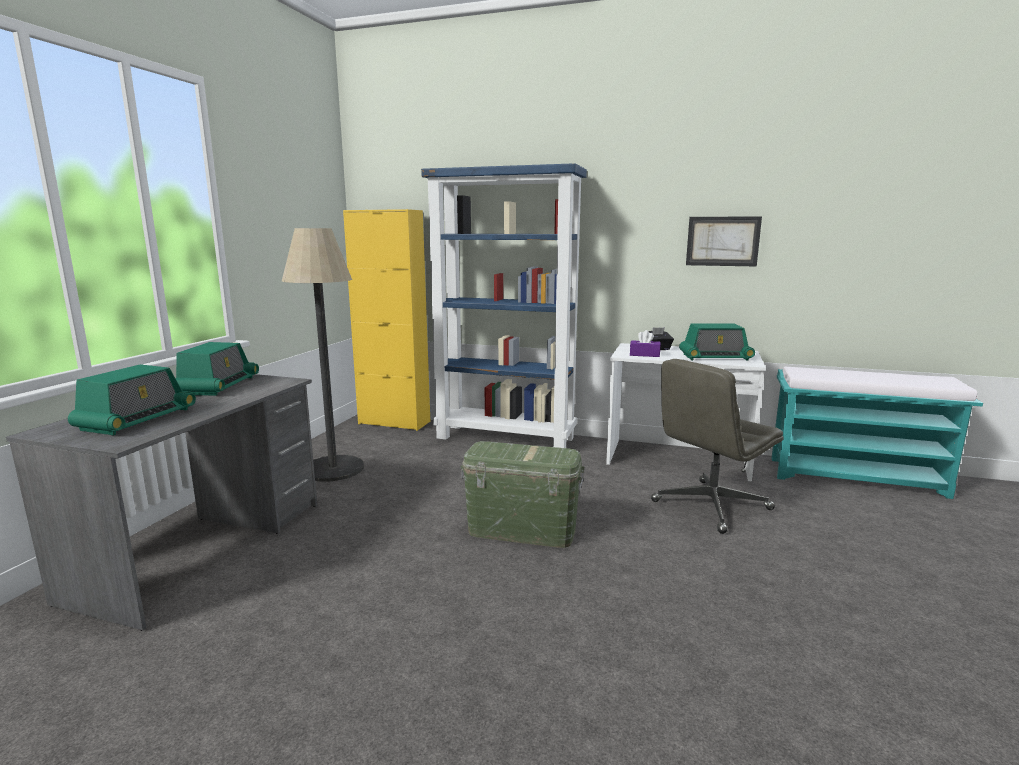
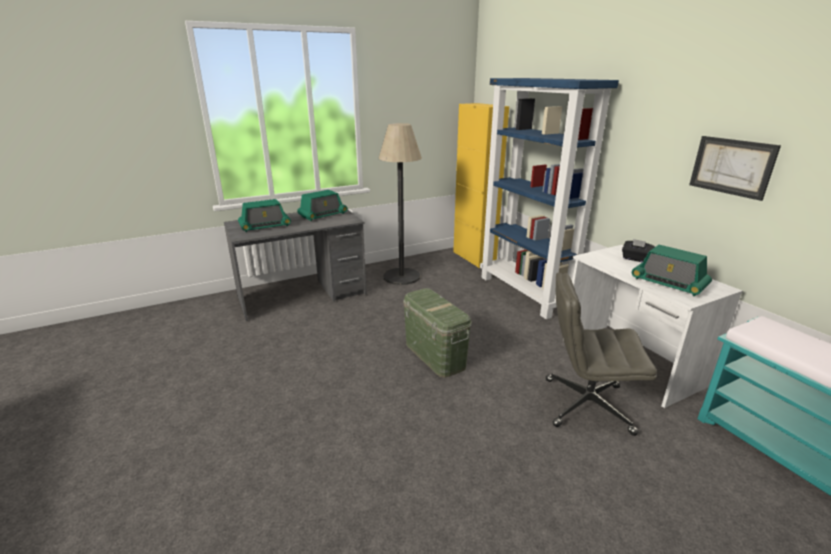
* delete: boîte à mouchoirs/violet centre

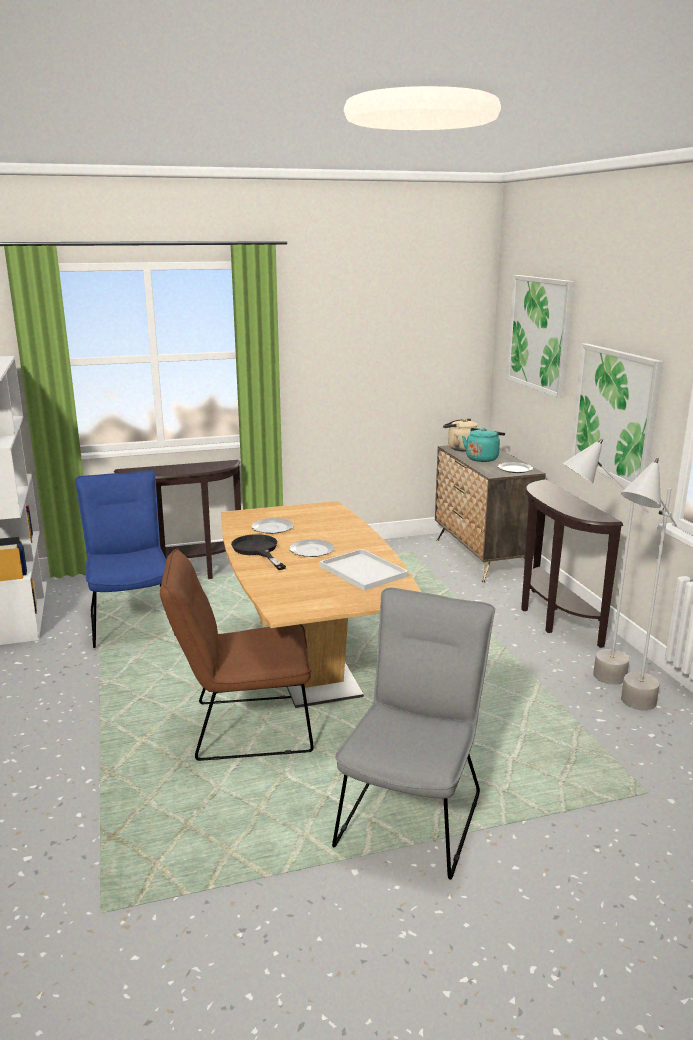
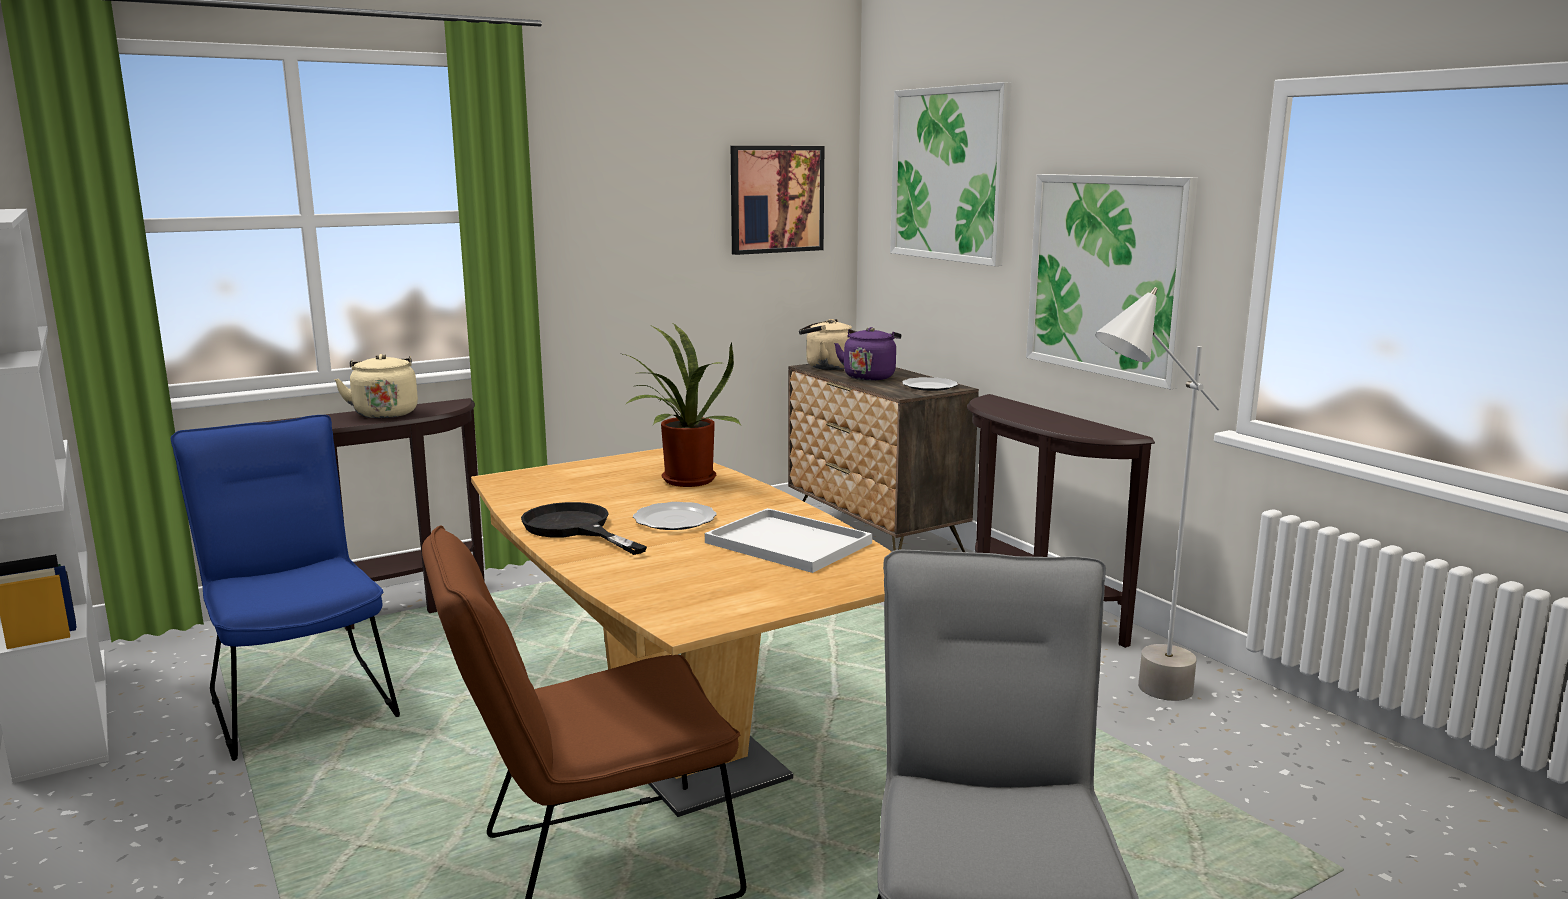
* delete: assiette (1st from left) centre
* delete: lampadaire/gris (2nd from left) middle right
* insert: bouilloire/beige (1st from left) middle left
* insert: plante en pot centre
* insert: tableau (1st from left) top centre
* recolor: bouilloire/turquoise middle right to bouilloire/violet centre

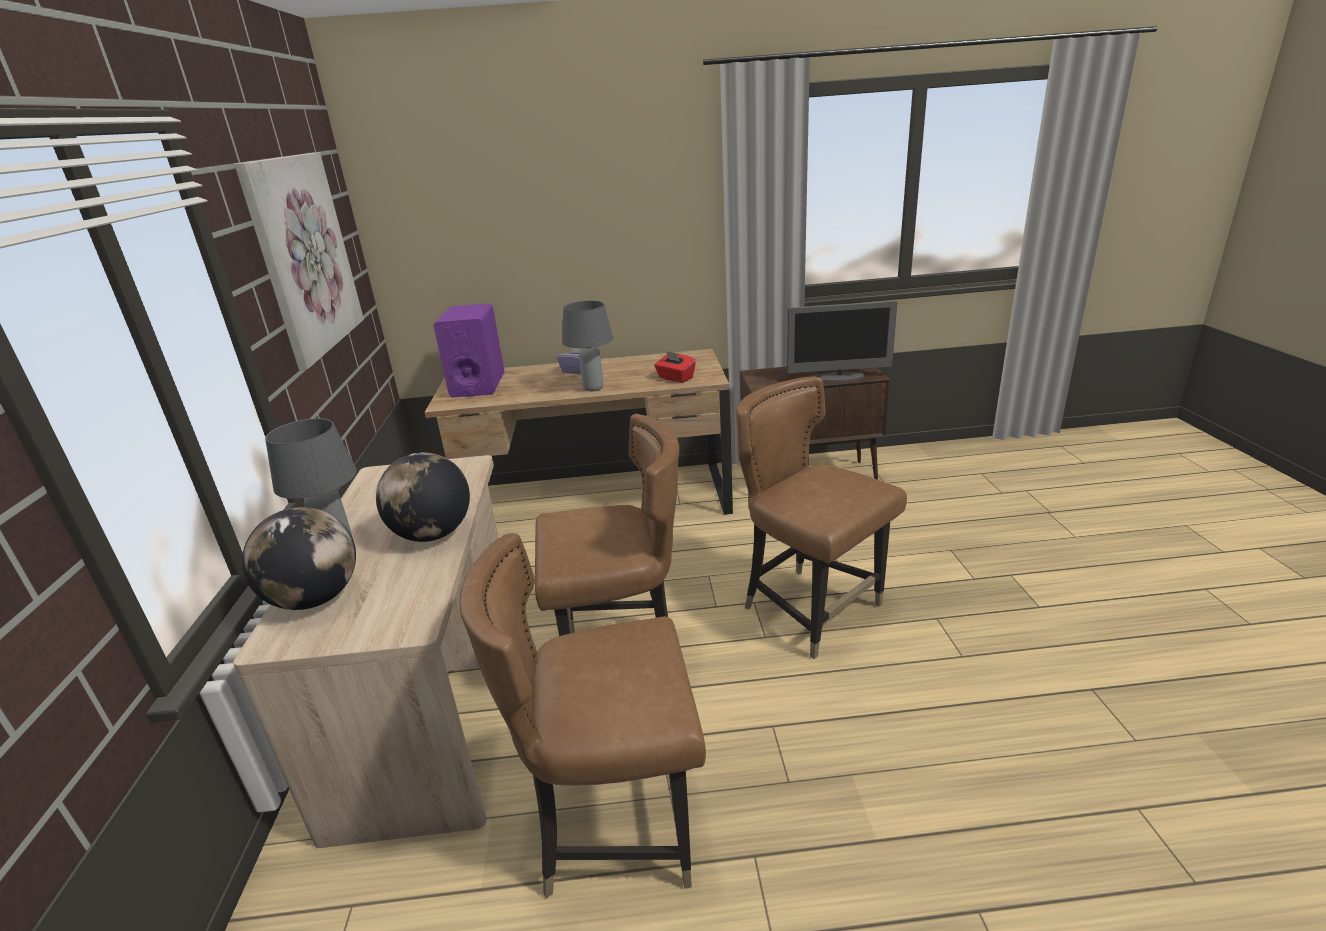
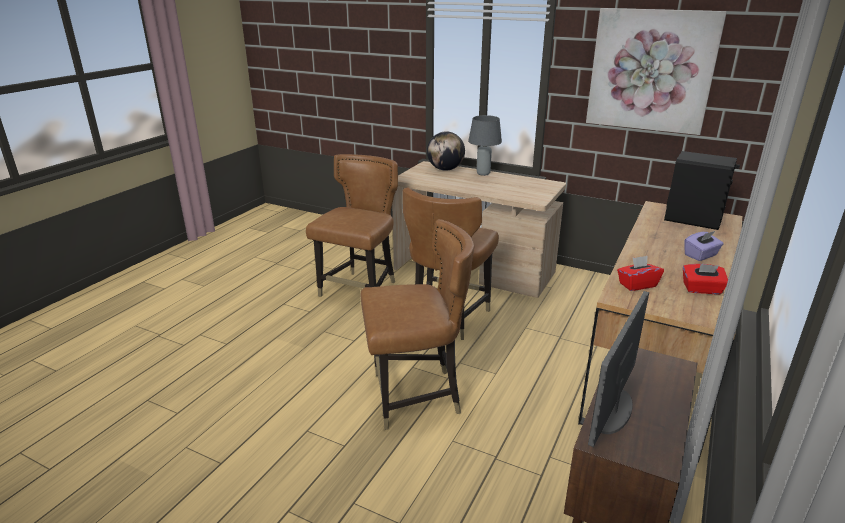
* delete: globe (2nd from left) middle left
* delete: lampe de table/gris (2nd from left) centre
* insert: boîte à mouchoirs/rouge (2nd from left) middle right
* recolor: enceinte/violet centre to enceinte/noir middle right

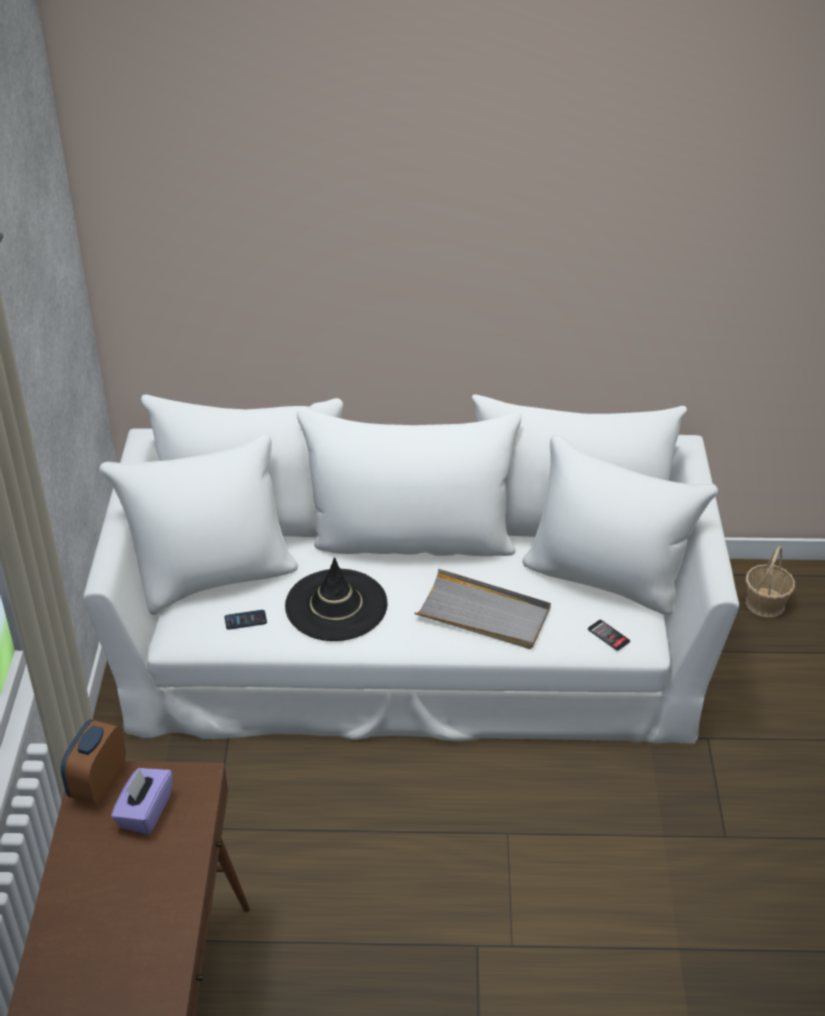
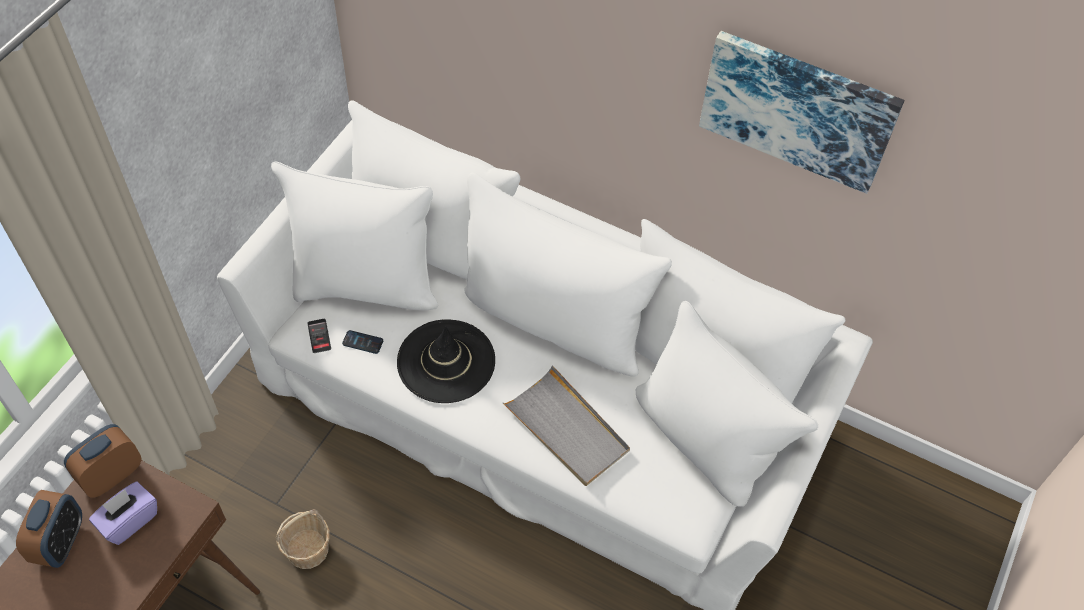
* insert: réveil (1st from left) bottom left
* insert: tableau top right
* move: téléphone (2nd from left in the first image) middle right to téléphone (1st from left) middle left
* move: panier middle right to bottom left

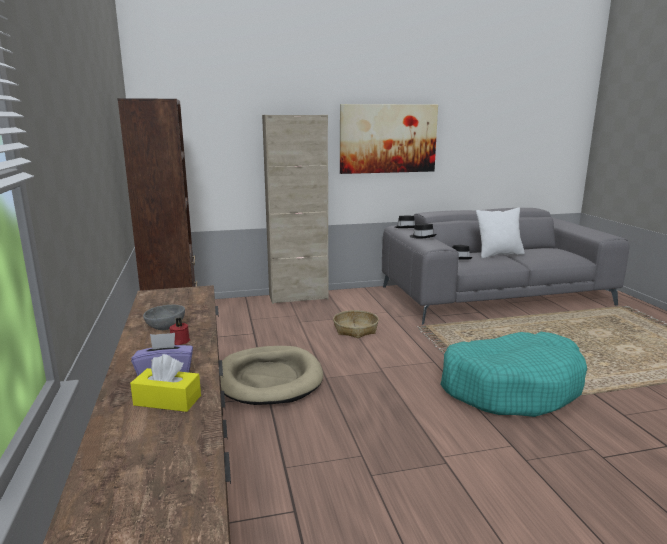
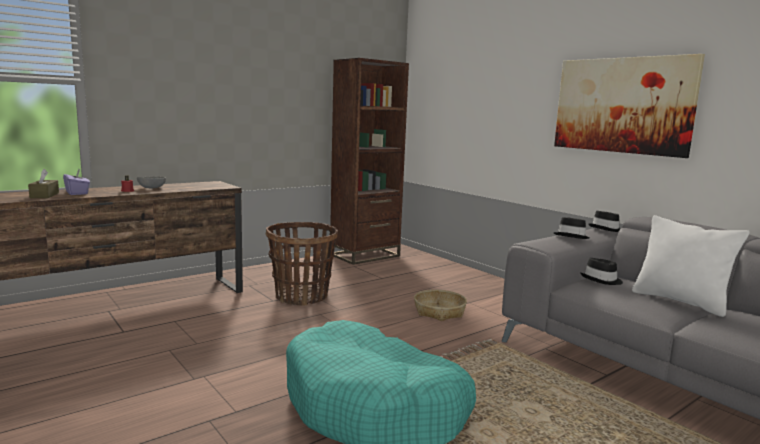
* delete: meuble de rangement/beige centre
* replace: panier pour chien/beige bottom centre to panier (1st from left) centre
* recolor: boîte à mouchoirs/jaune bottom left to boîte à mouchoirs/marron middle left

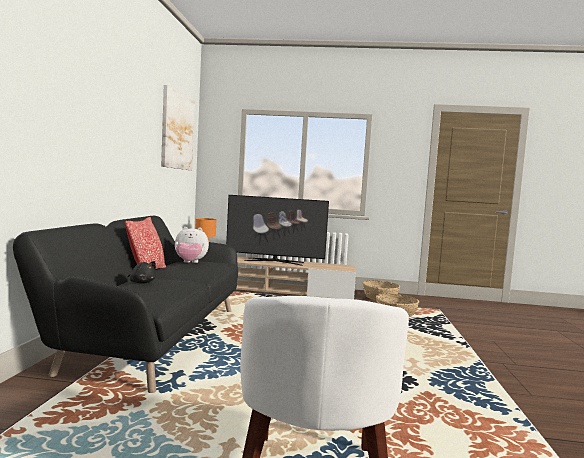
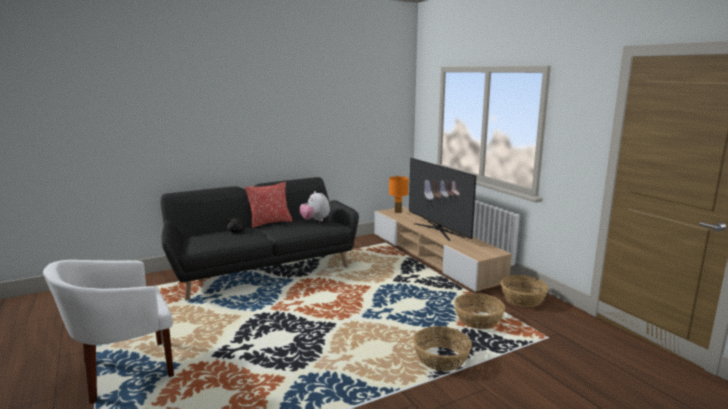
* delete: tableau top left
* insert: panier (1st from left) bottom centre

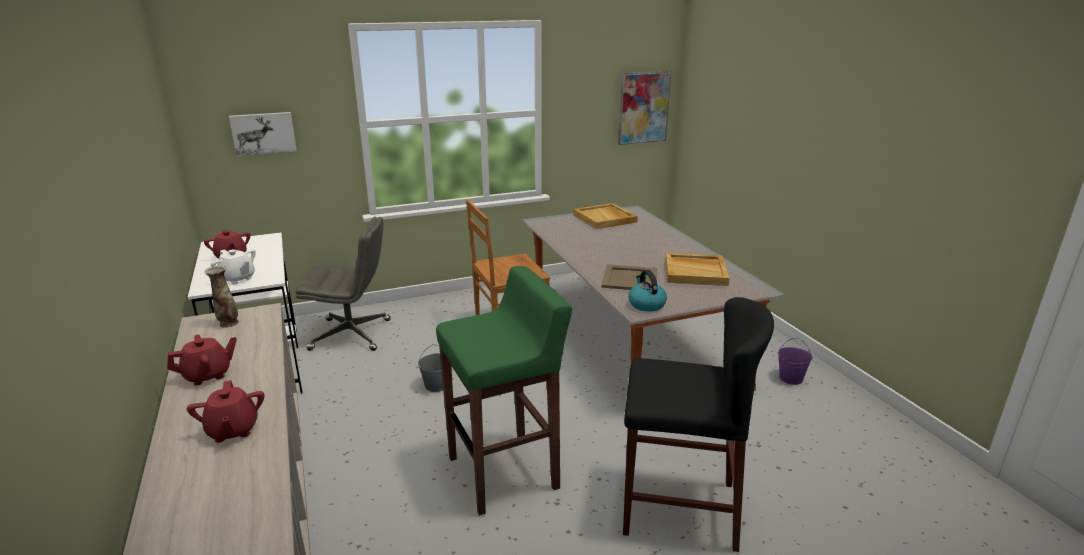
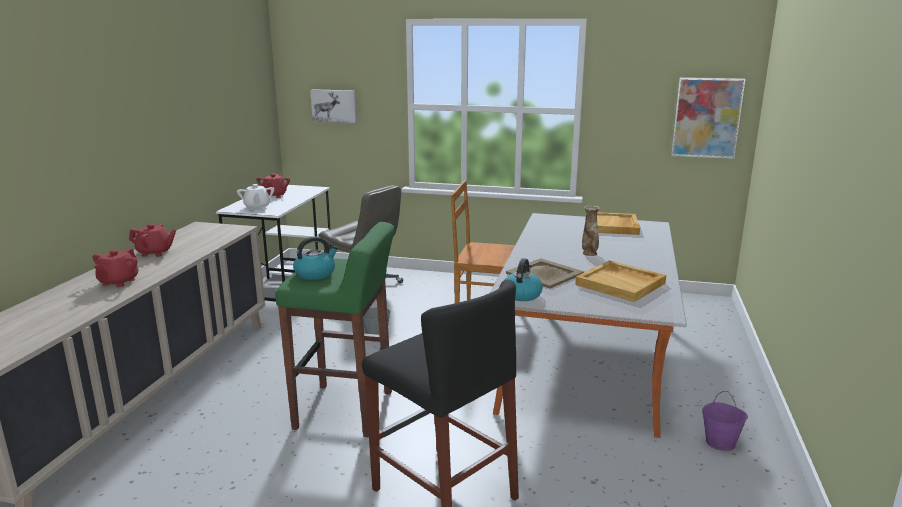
* insert: bouilloire (1st from left) centre
* move: vase middle left to centre

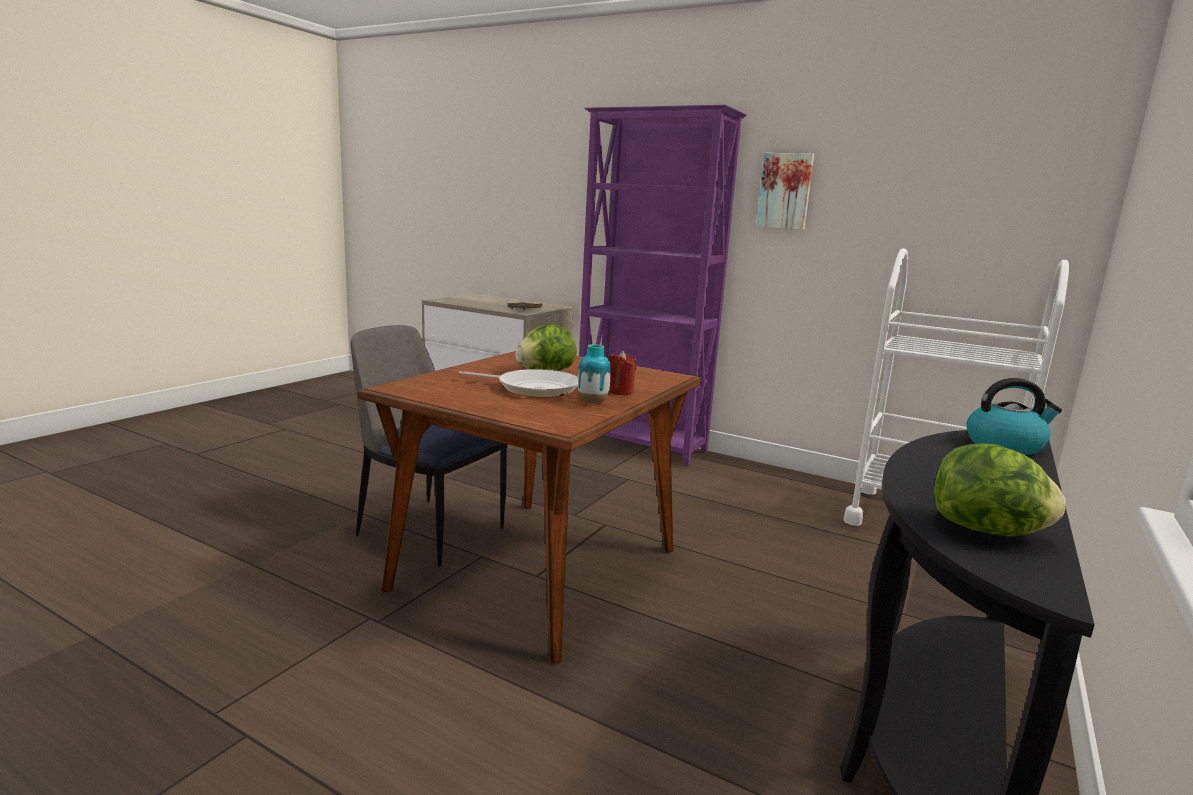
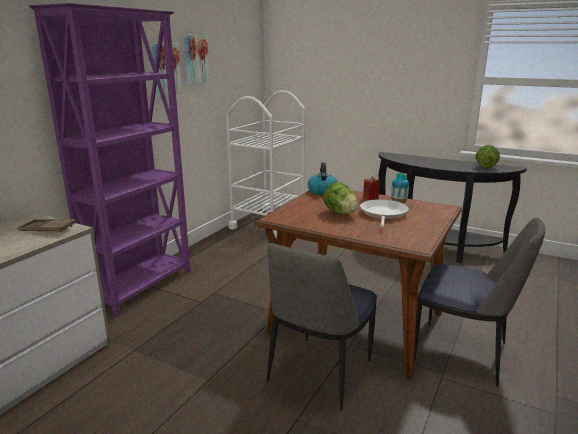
* insert: tableau (2nd from left) top centre
* insert: chaise (2nd from left) bottom right
* move: bouilloire middle right to centre

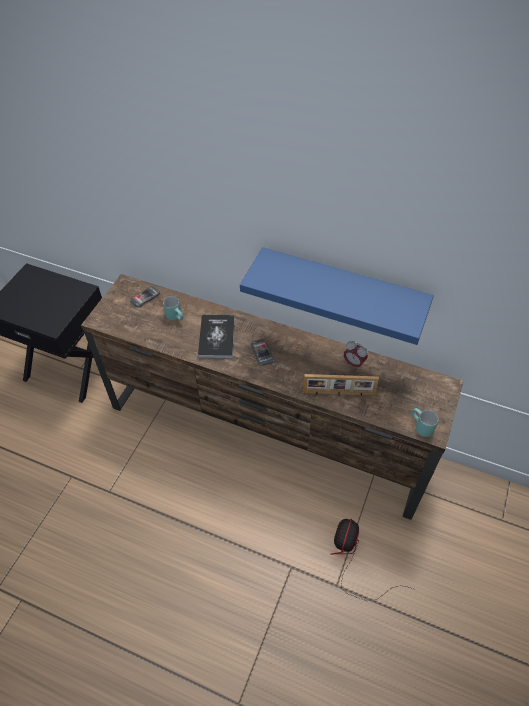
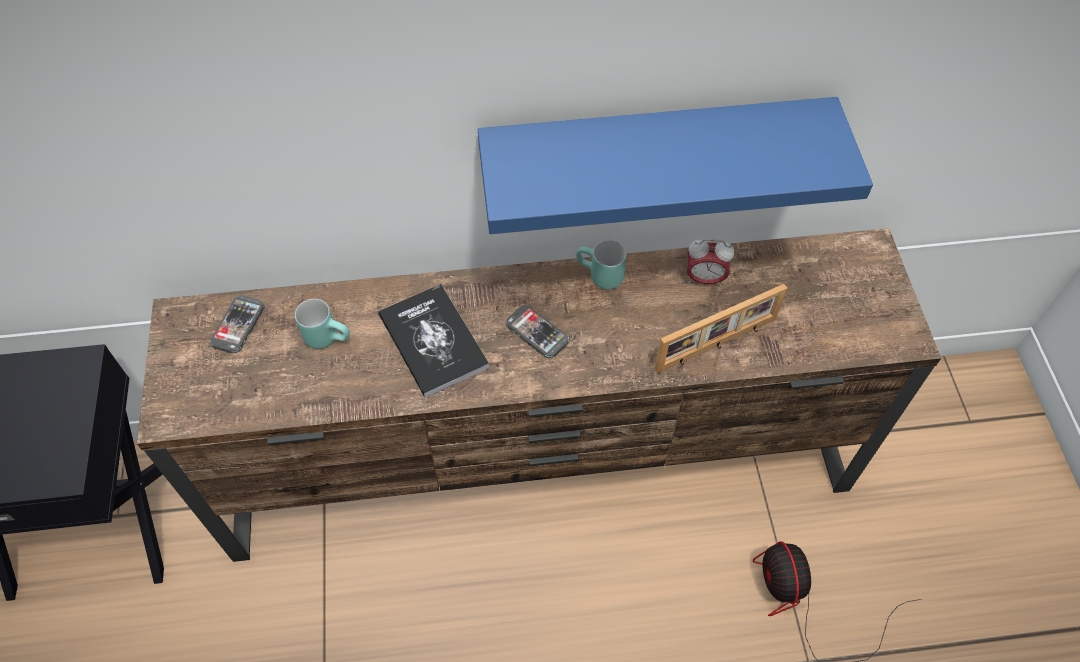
* move: mug/turquoise (2nd from left) middle right to centre

